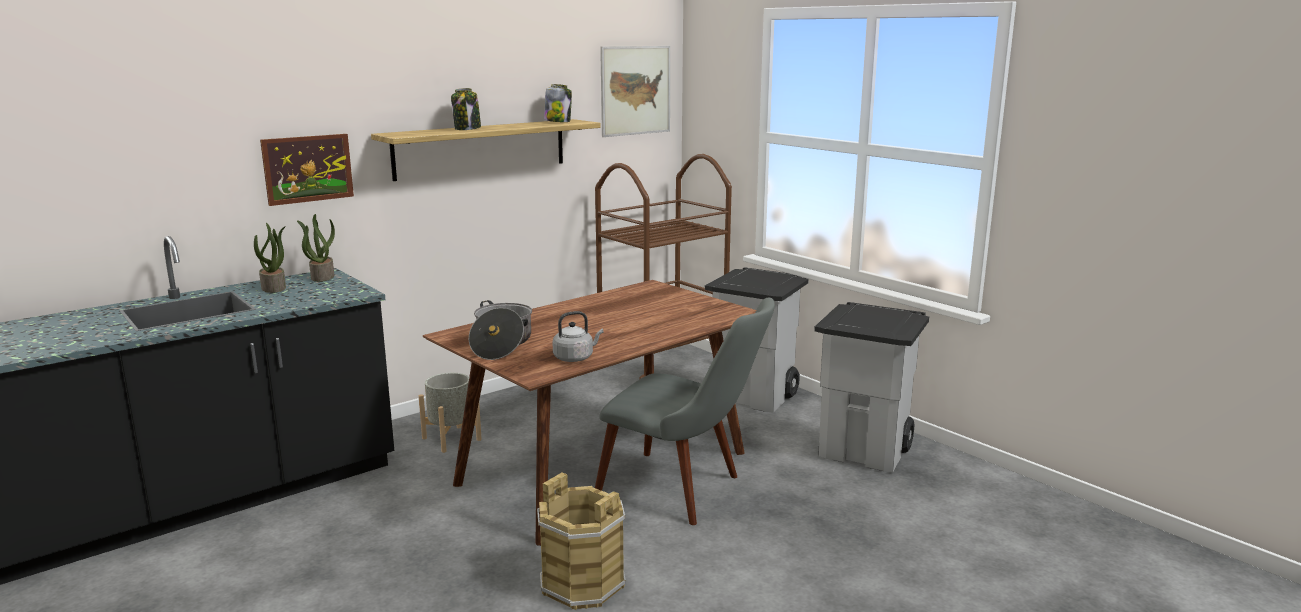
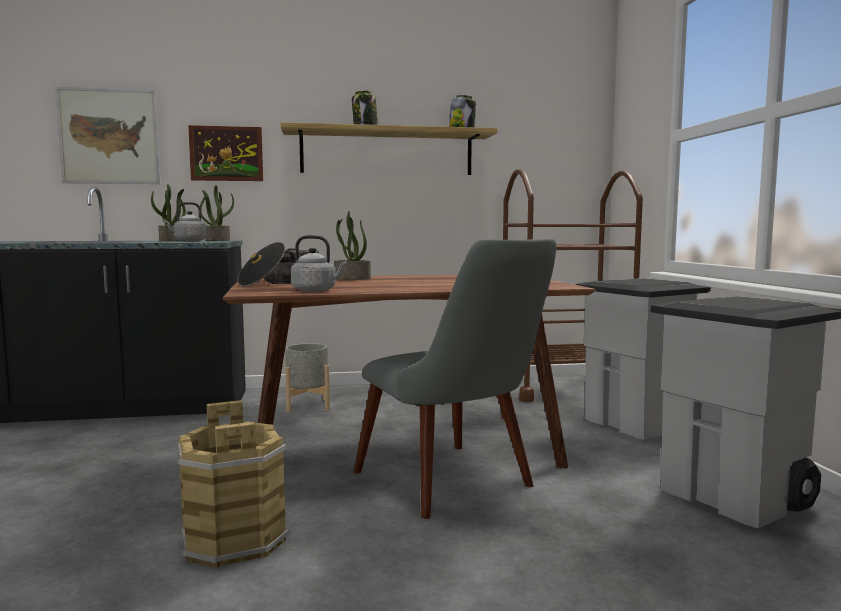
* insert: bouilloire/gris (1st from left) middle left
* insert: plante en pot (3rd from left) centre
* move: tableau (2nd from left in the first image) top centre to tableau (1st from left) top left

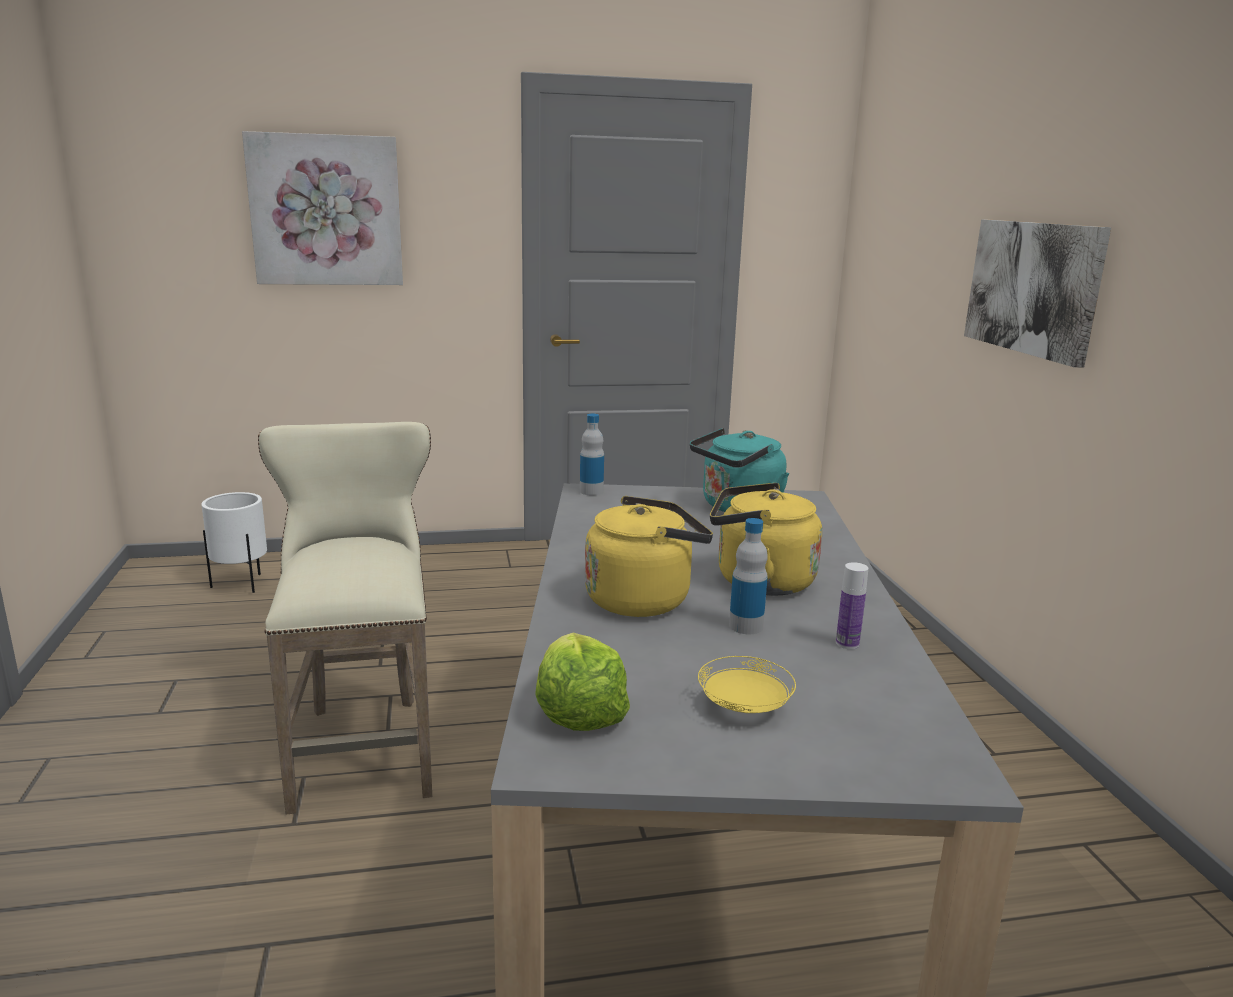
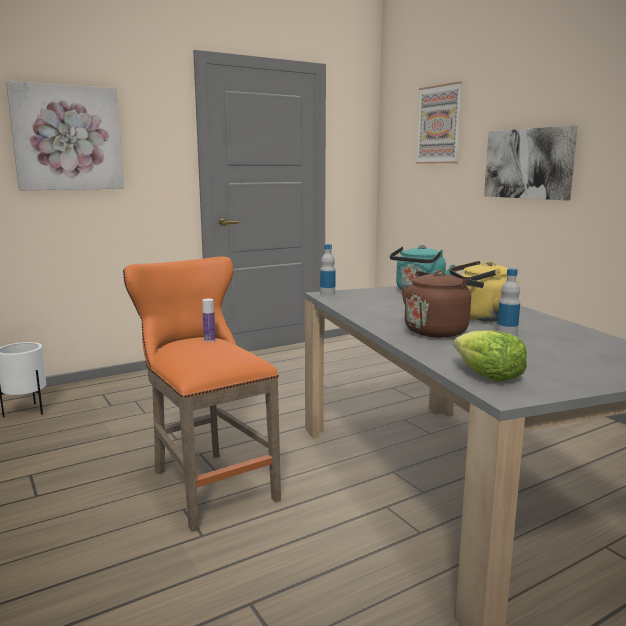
* delete: assiette/jaune bottom centre
* insert: tableau (2nd from left) top right
* move: bouteille (3rd from left in the first image) middle right to bouteille (1st from left) middle left
* recolor: tabouret/beige middle left to tabouret/orange middle left
* recolor: bouilloire/jaune (1st from left) centre to bouilloire/marron middle right

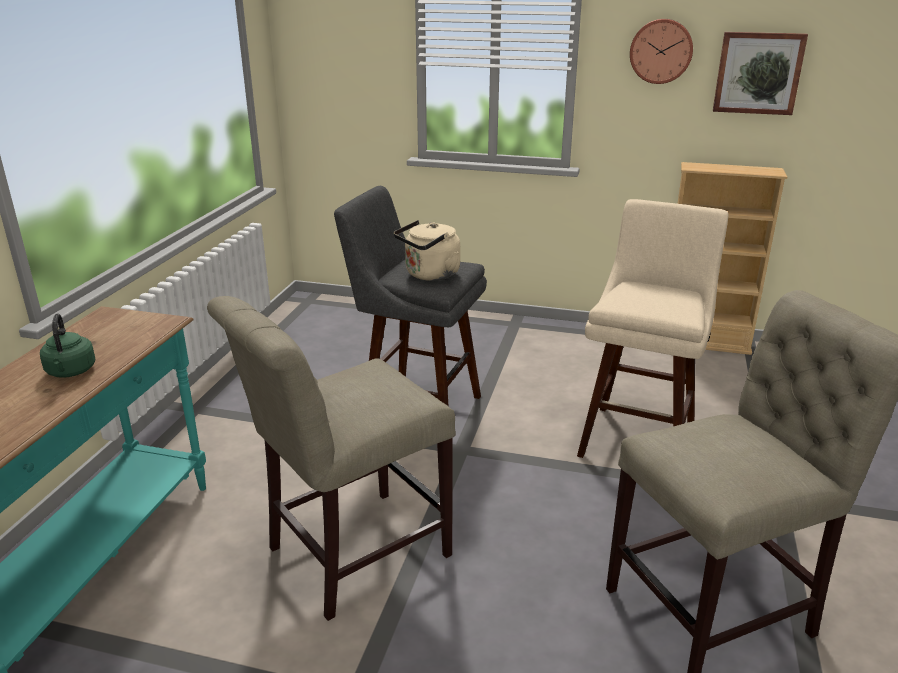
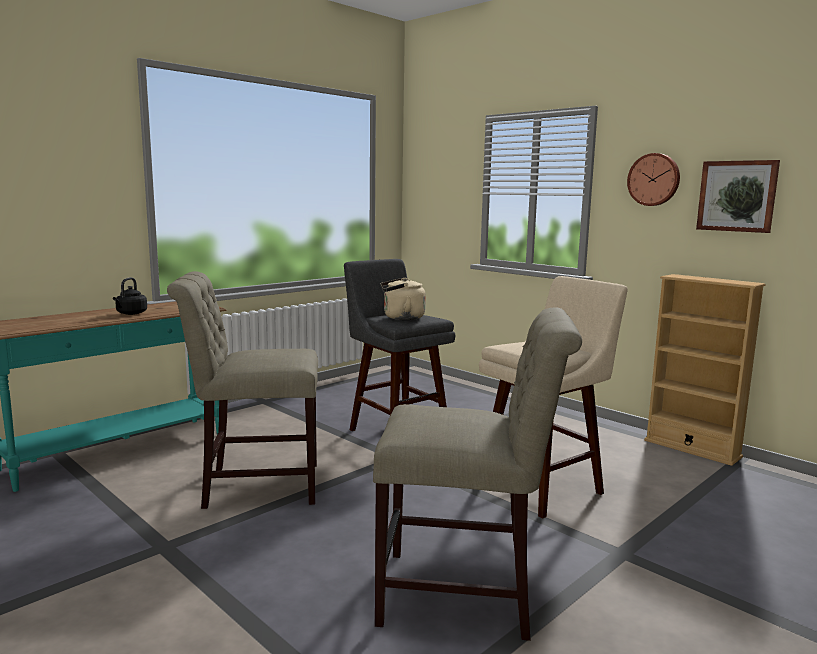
* recolor: bouilloire/vert middle left to bouilloire/noir middle left

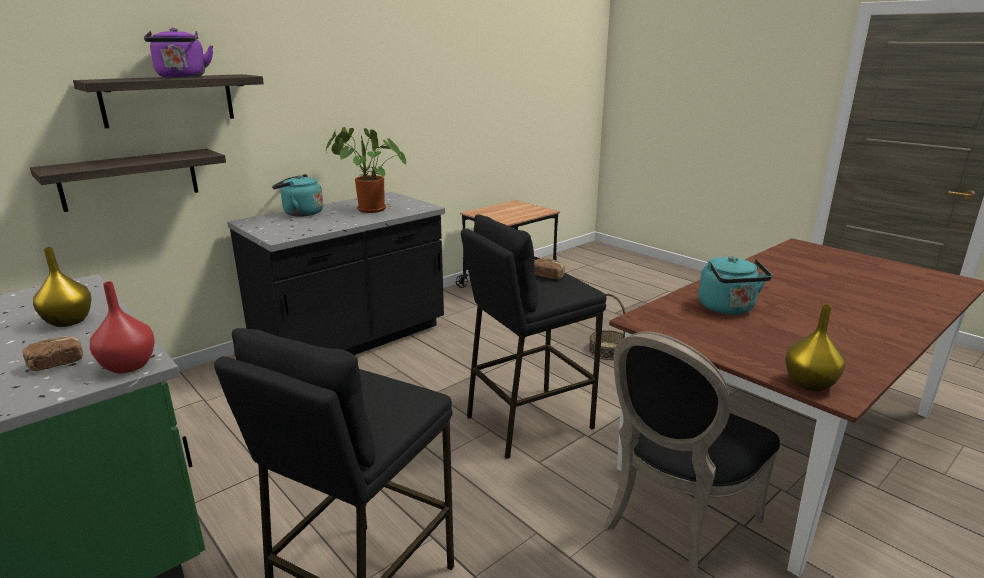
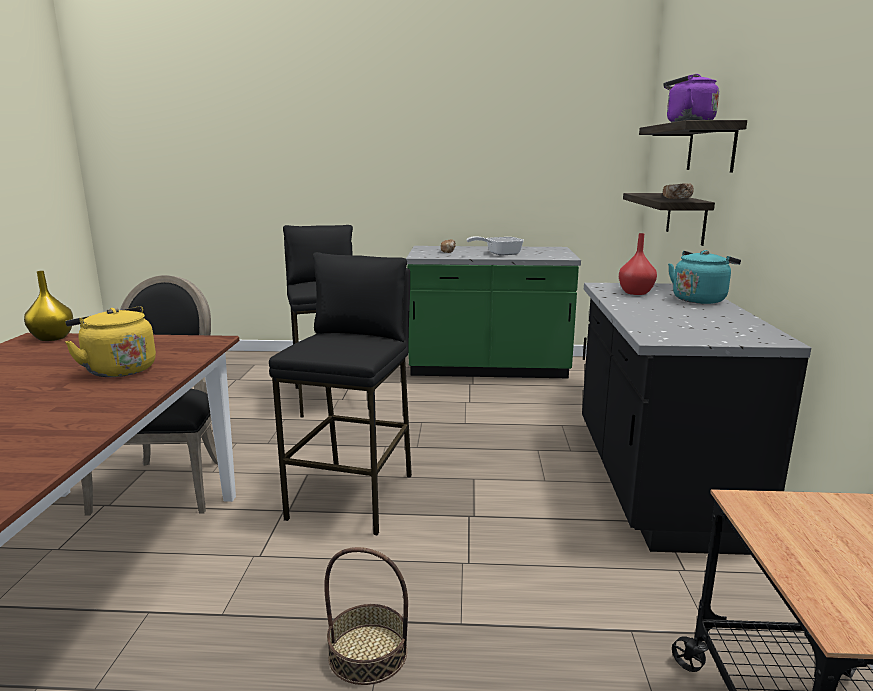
* delete: plante en pot top centre
* move: vase/rouge middle left to middle right
* move: pain (2nd from left) centre to top right
* replace: vase/jaune (1st from left) middle left to poêle centre
* recolor: bouilloire/turquoise (2nd from left) middle right to bouilloire/jaune middle left

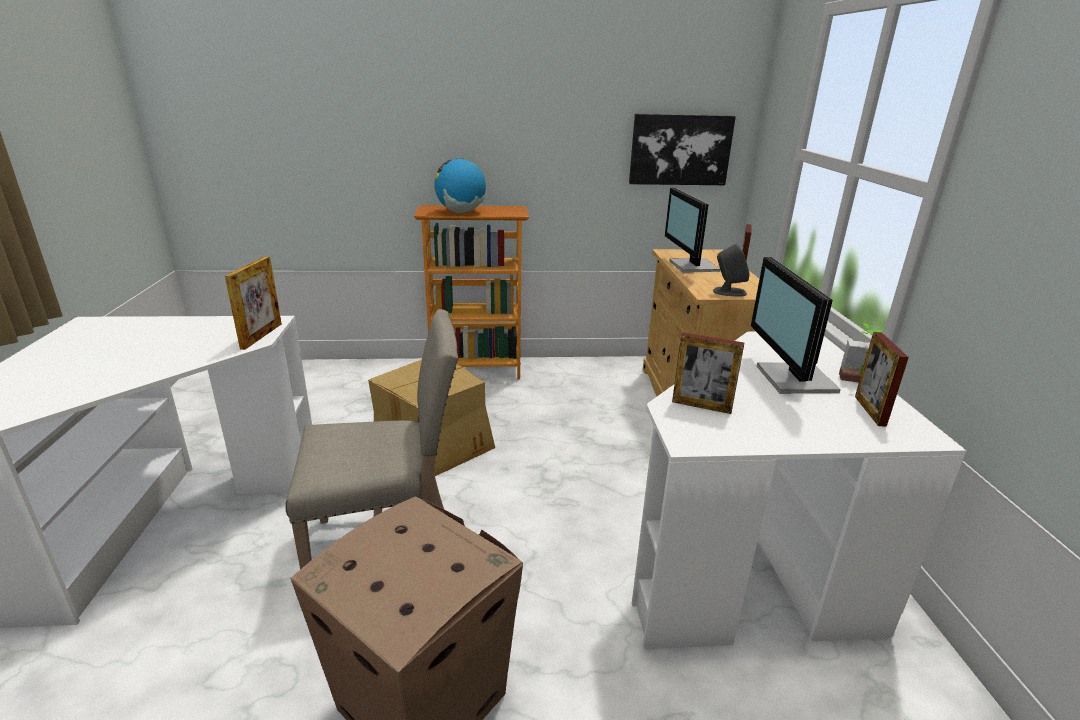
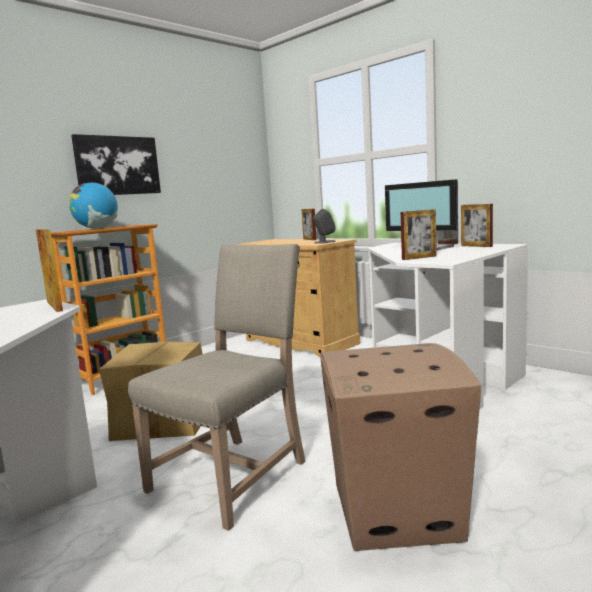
* delete: écran d'ordinateur (1st from left) top centre
* move: tableau top centre to top left

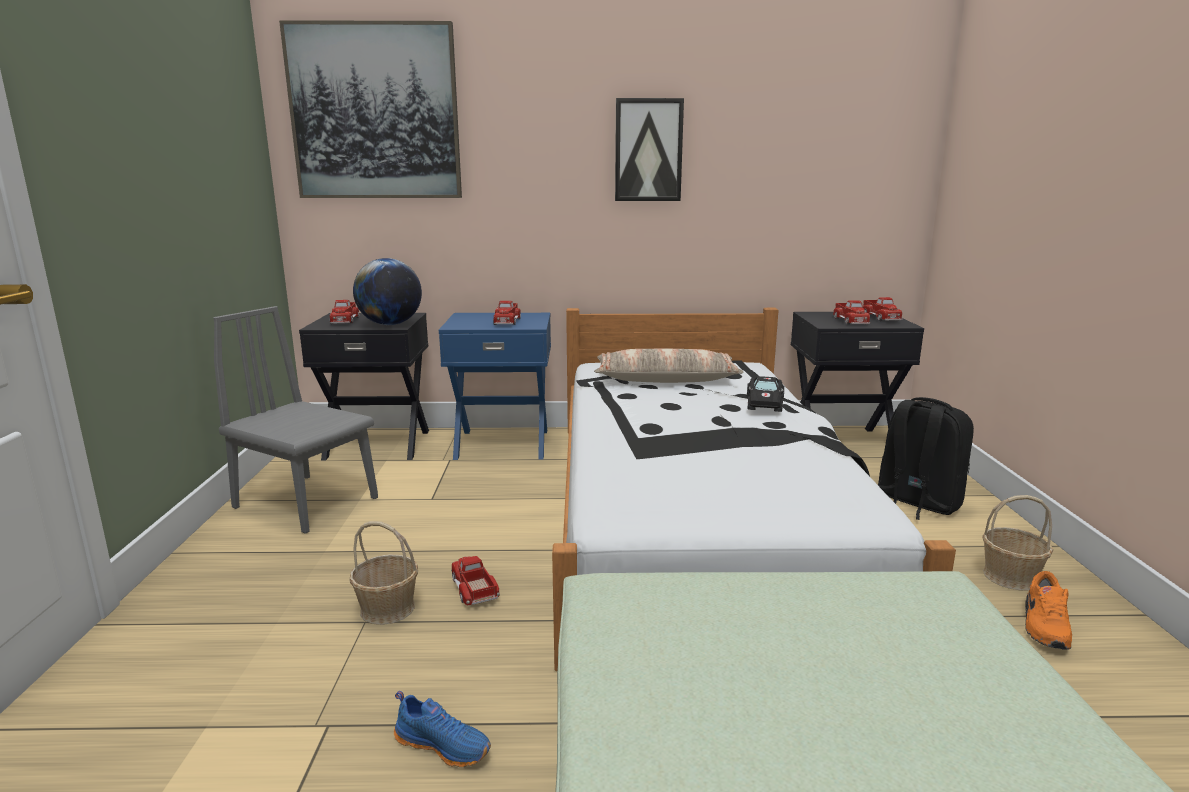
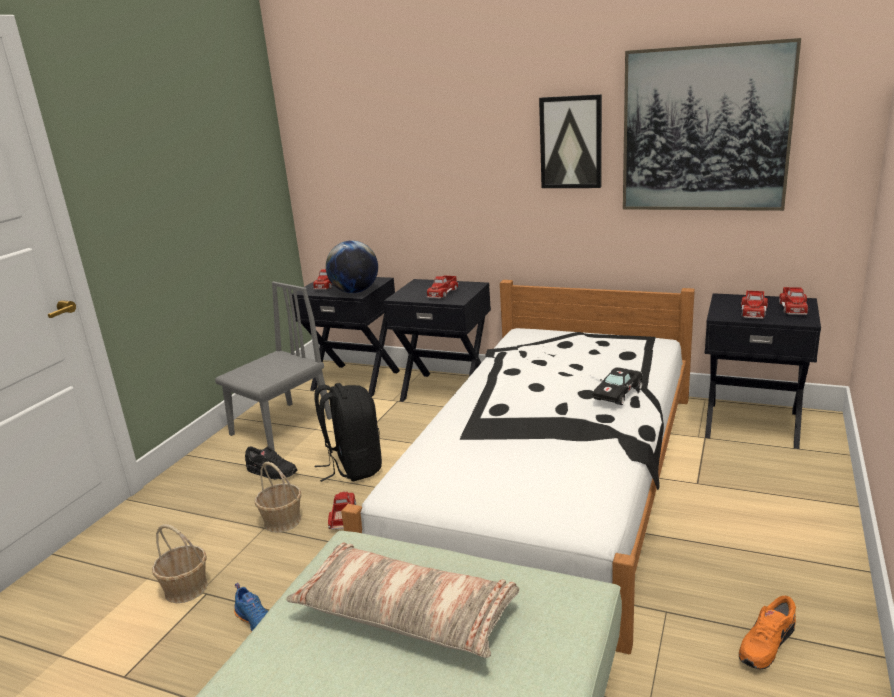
* insert: chaussure/noir middle left
* move: tableau (1st from left in the first image) top left to tableau (2nd from left) top right
* move: coussin centre to bottom centre
* move: sac à dos/noir middle right to centre
* move: panier (2nd from left in the first image) bottom right to panier (1st from left) bottom left
* recolor: table de chevet/bleu centre to table de chevet/noir (2nd from left) centre
* rotate: chaise/gris middle left = middle left 75 degrees clockwise

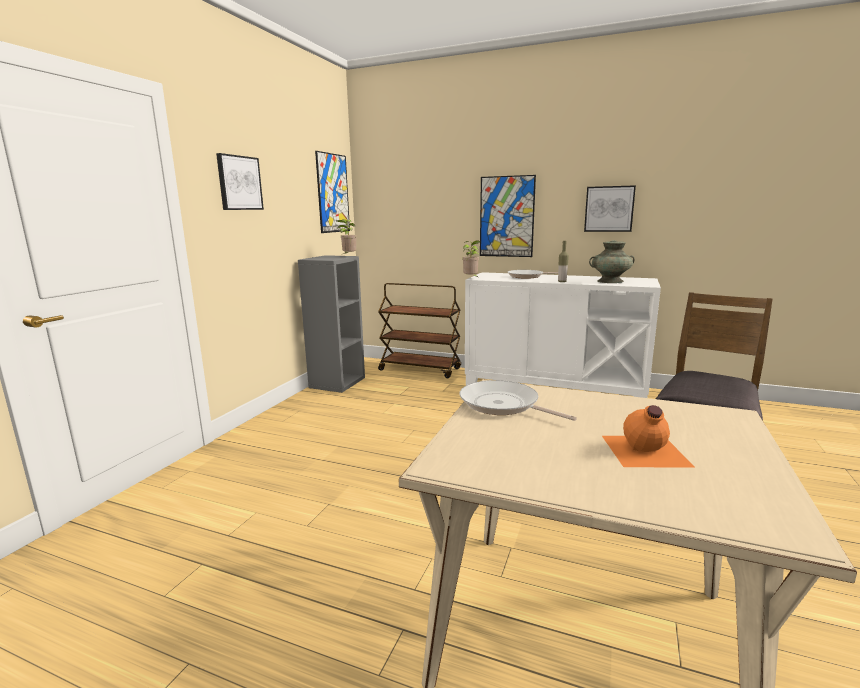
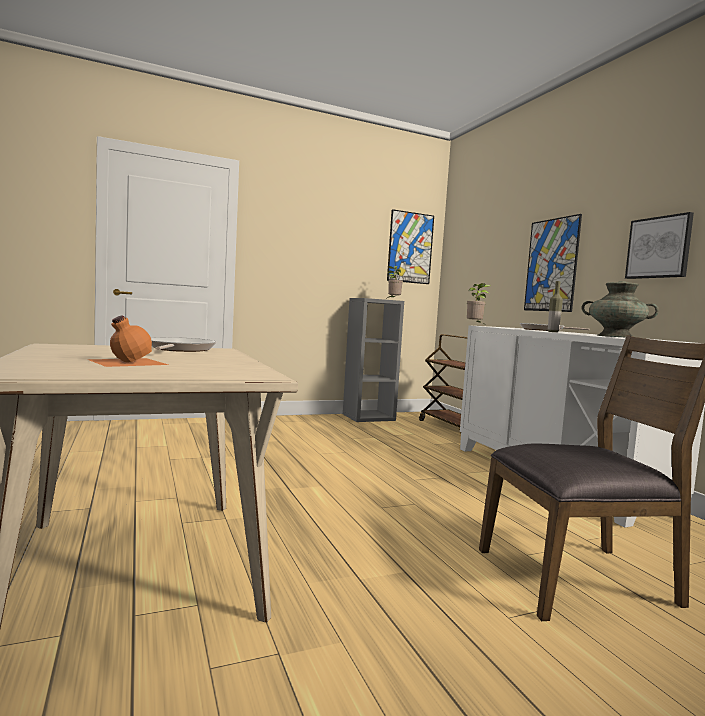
* delete: tableau (1st from left) top left

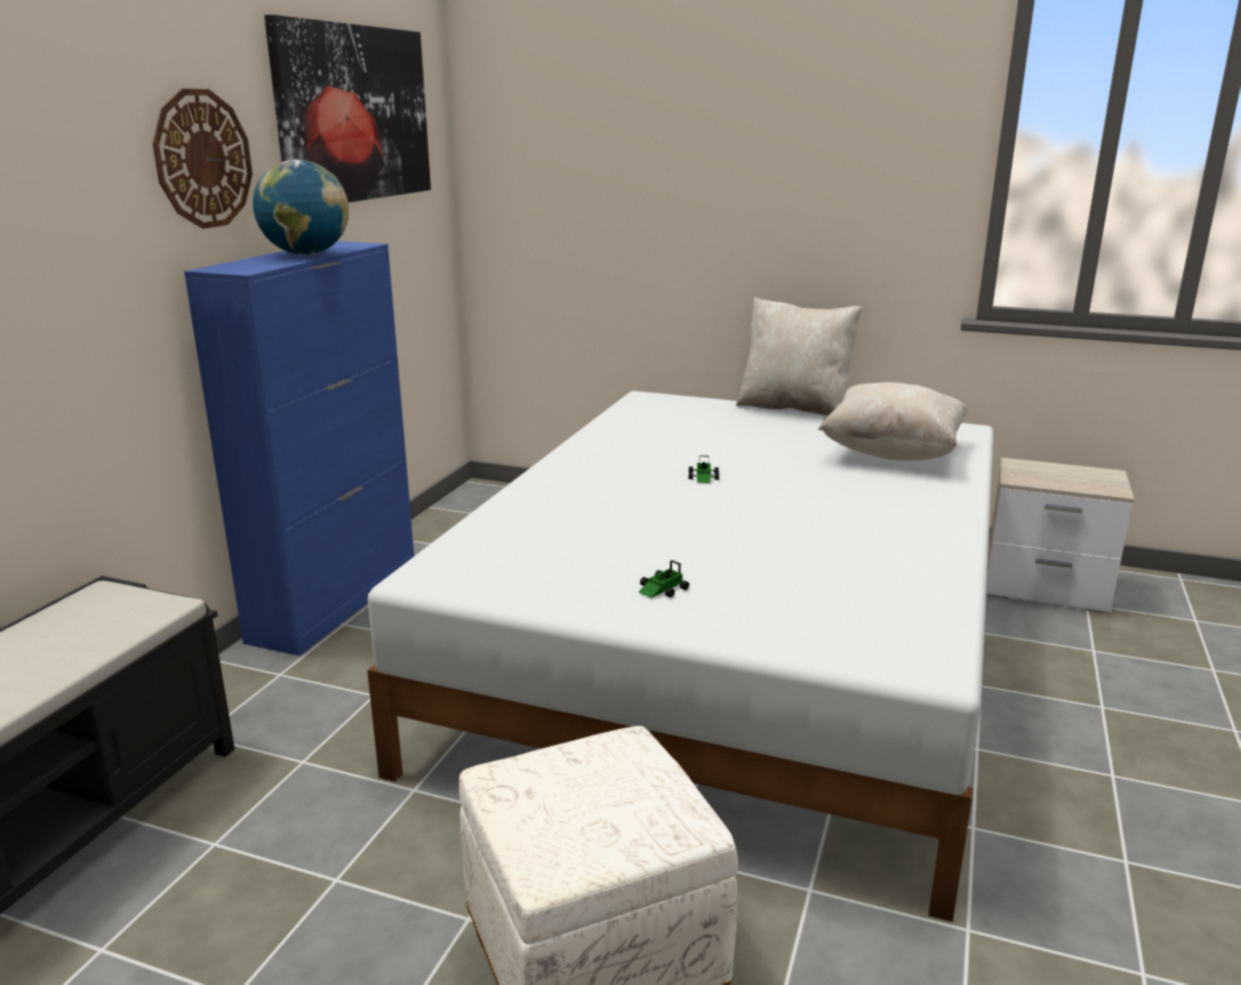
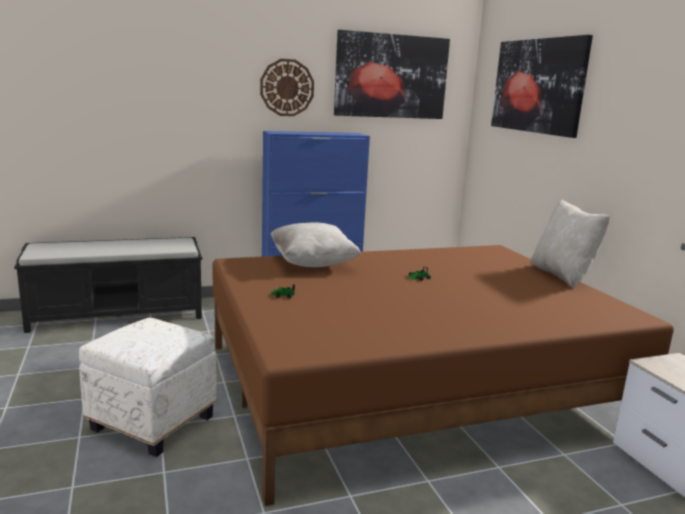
* delete: globe top left
* insert: tableau (2nd from left) top right
* move: coussin/beige (2nd from left in the first image) middle right to coussin/beige (1st from left) centre
* recolor: lit/blanc centre to lit/marron bottom centre

